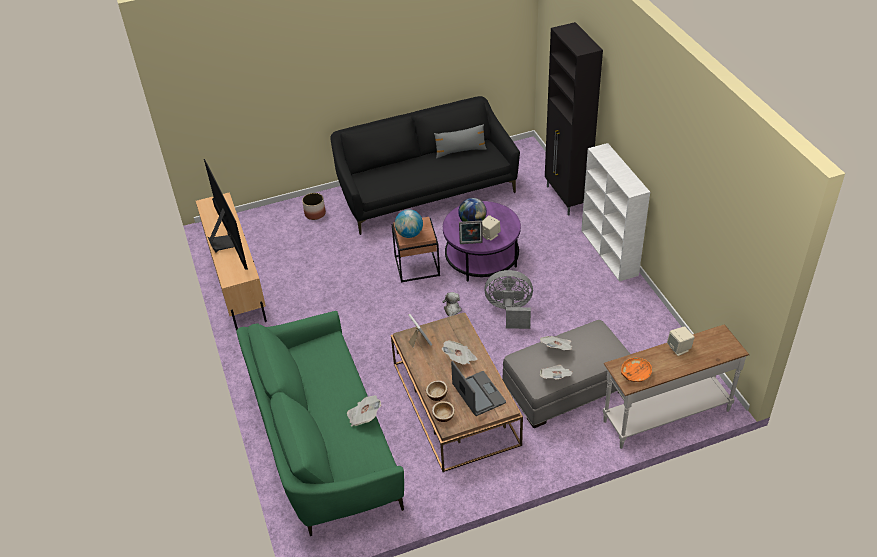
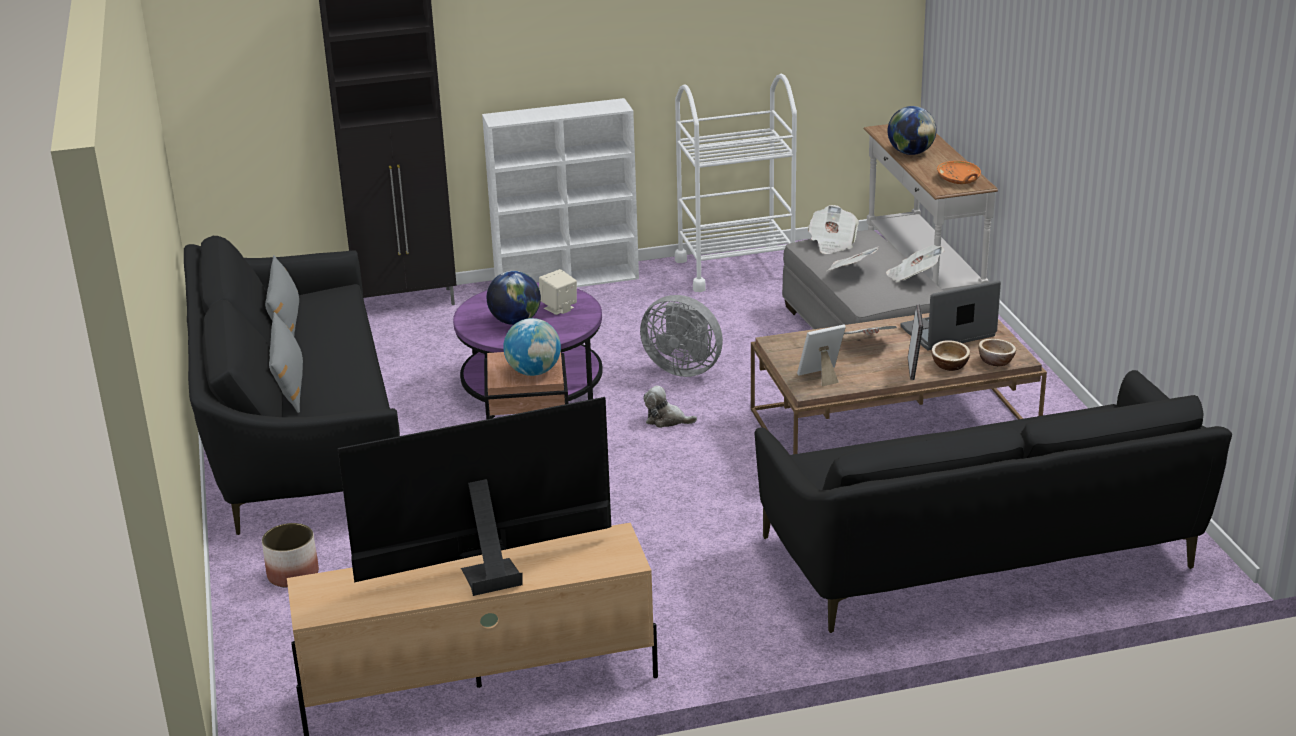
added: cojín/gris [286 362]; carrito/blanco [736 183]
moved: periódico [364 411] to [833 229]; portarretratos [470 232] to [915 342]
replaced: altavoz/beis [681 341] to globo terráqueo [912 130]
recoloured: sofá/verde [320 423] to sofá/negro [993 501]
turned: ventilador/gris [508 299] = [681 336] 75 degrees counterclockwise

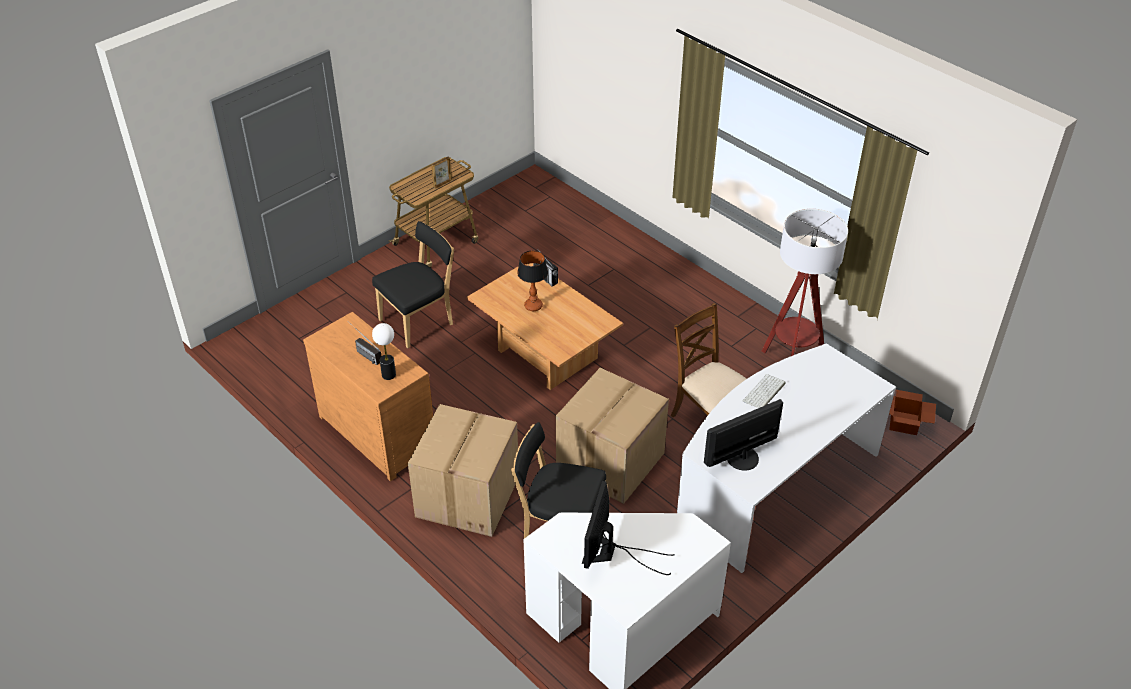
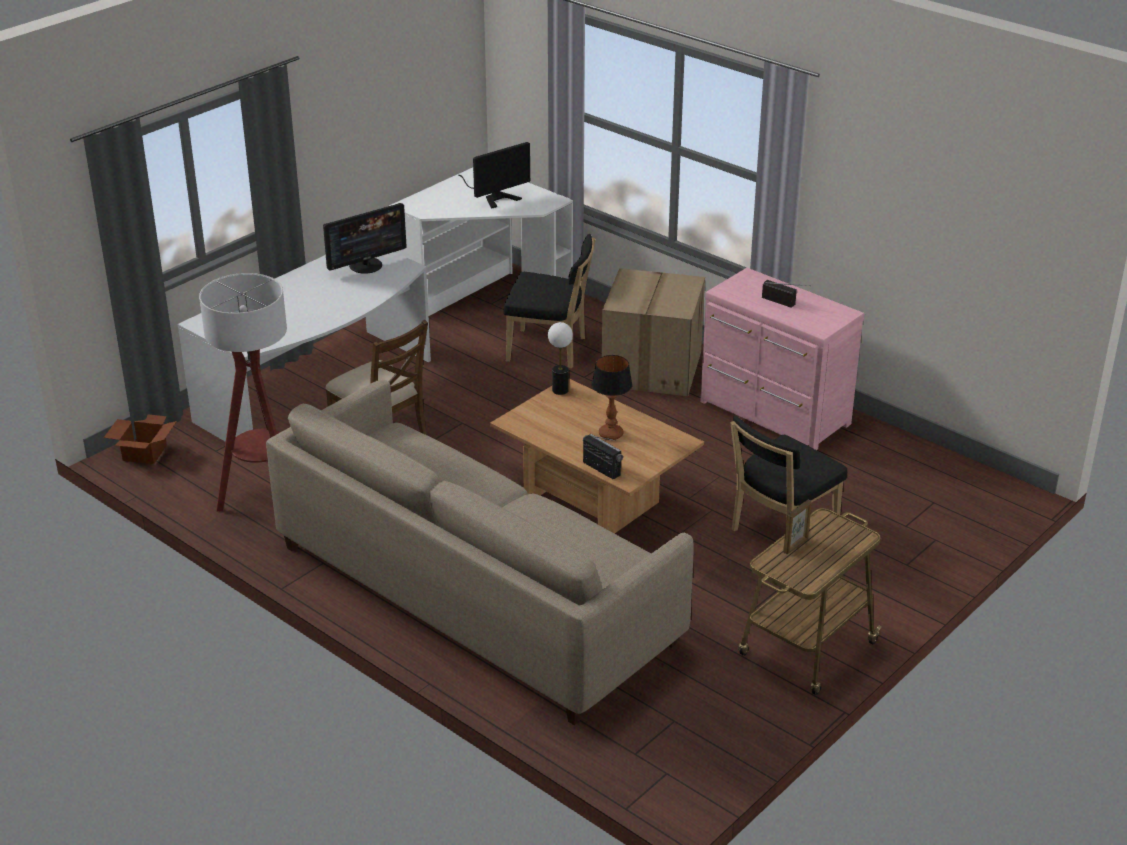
removed: caja de cartón [612 436]; teclado [764 391]
added: sofá/beis [480 552]
moved: lámpara de mesa [384 351] to [560 358]
recoloured: cómoda/marrón [368 396] to cómoda/rosa [782 359]
turned: monitor [628 528] = [494 175] 45 degrees clockwise

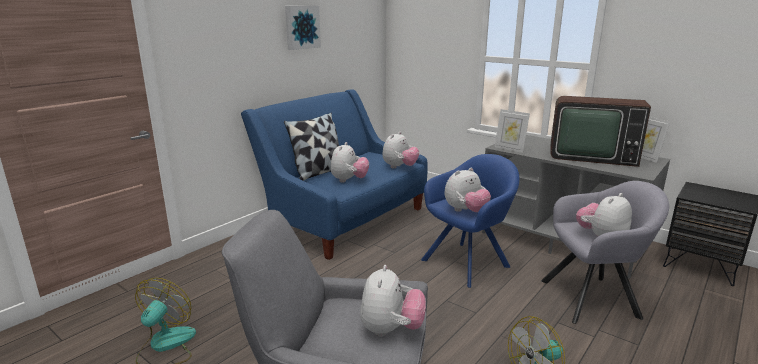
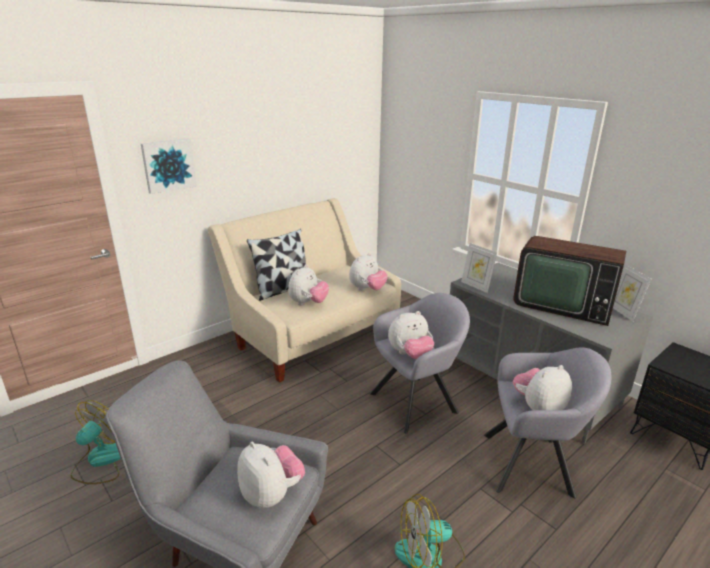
moved: cuadro [303 28] to [169 166]
recoloured: sofá/azul [334 174] to sofá/beis [304 290]; sillón/azul [470 221] to sillón/gris [420 363]
turned: peluche [393 301] = [271 474] 60 degrees counterclockwise

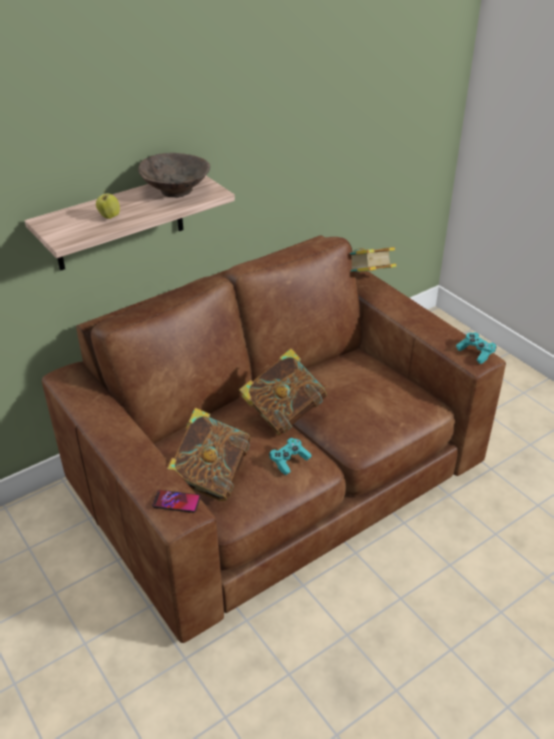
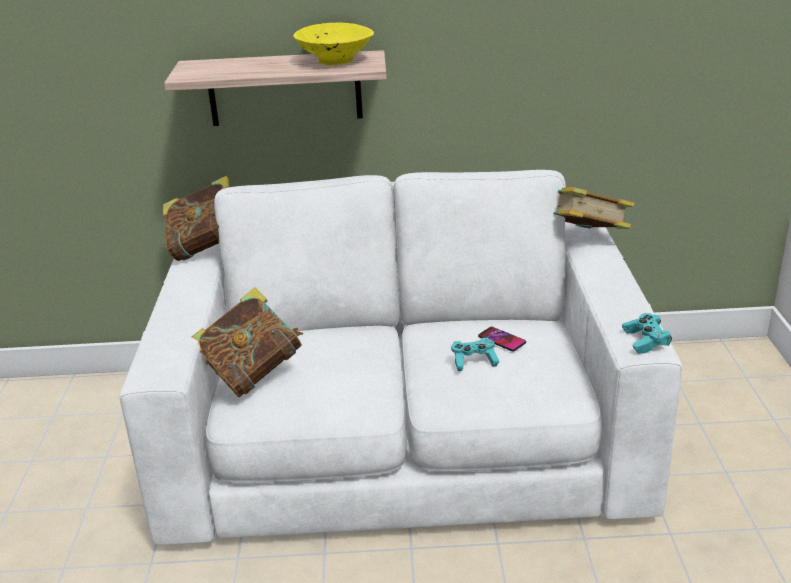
removed: manzana [108 205]
moved: móvil [176 501] to [502 339]; libro [283 391] to [196 218]; mando de consola/turquesa [290 456] to [475 354]
recoloured: sofá/marrón [274 439] to sofá/blanco [401 357]; cuenco/marrón [174 175] to cuenco/amarillo [333 44]

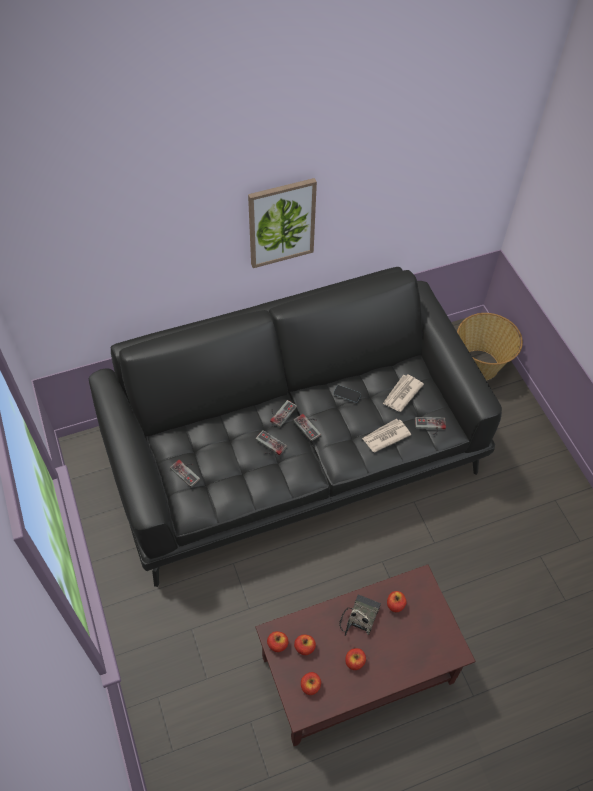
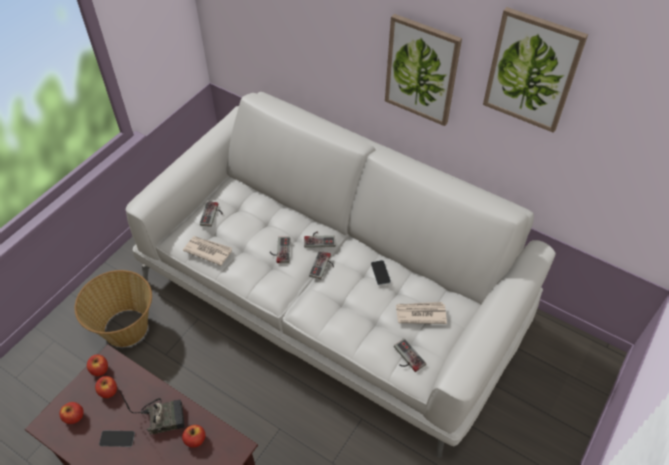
added: cuadro [535 70]
moved: periódico [386 436] to [207 251]; cesta [490 346] to [113 308]
replaced: manzana [355 659] to móvil [117 439]
recoloured: sofá/negro [295 427] to sofá/blanco [341 275]

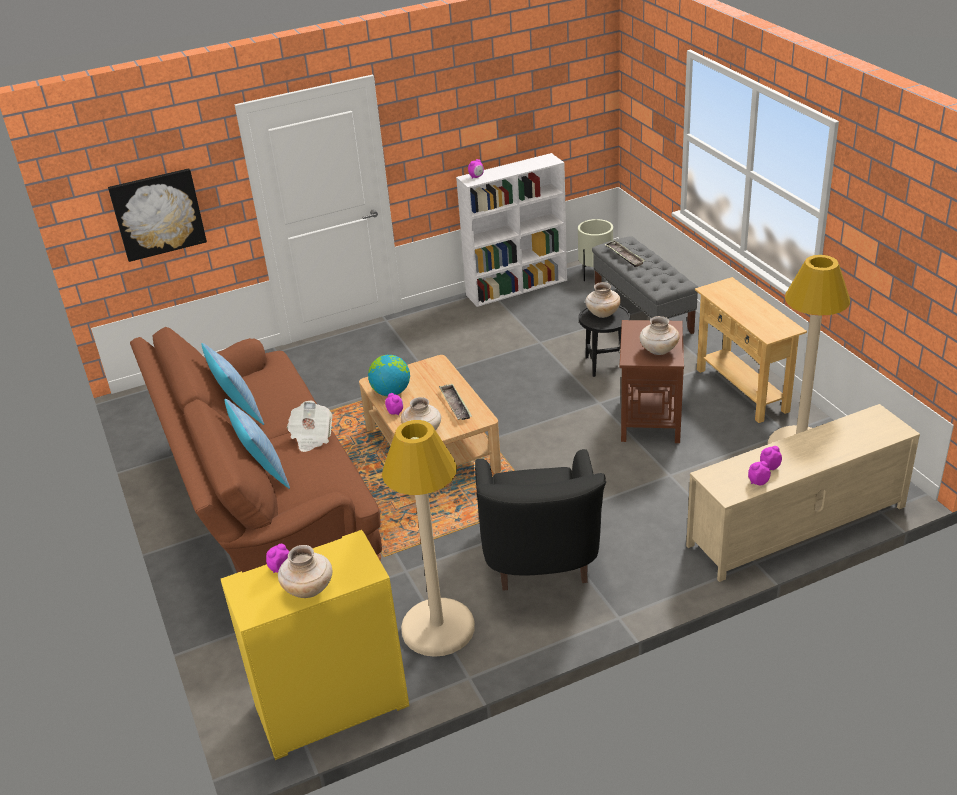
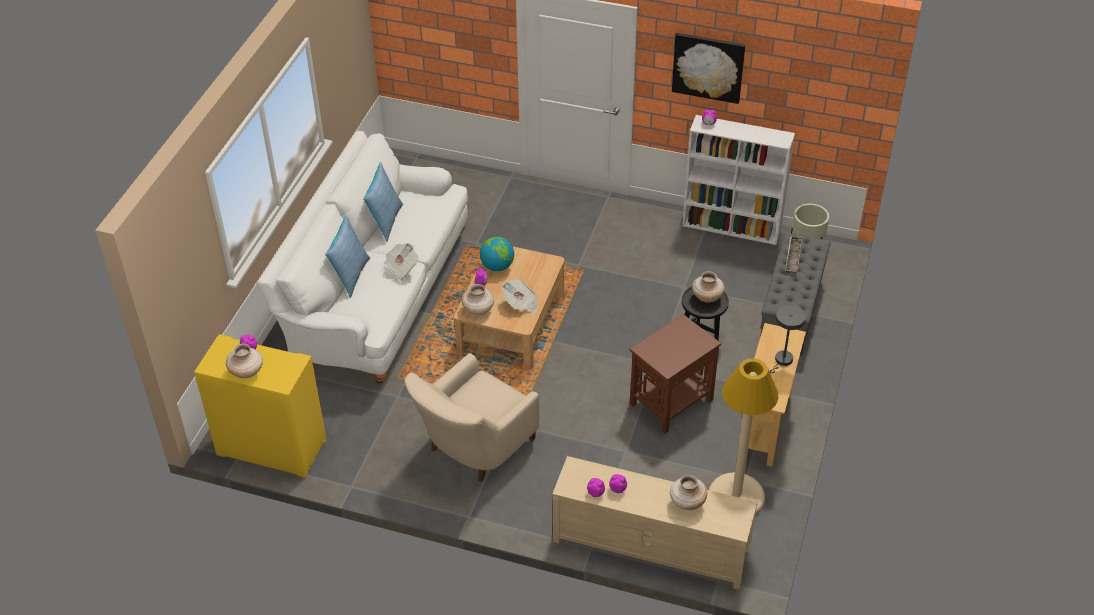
removed: lámpara de pie/beis [428 538]
added: lámpara de mesa/gris [787 339]
moved: cuadro [157 215] to [708 68]; florero/beis [660 335] to [688 492]
replaced: bandeja [455 401] to periódico [520 296]
recoloured: sofá/marrón [256 450] to sofá/blanco [362 257]; sillón/negro [540 520] to sillón/beis [472 417]

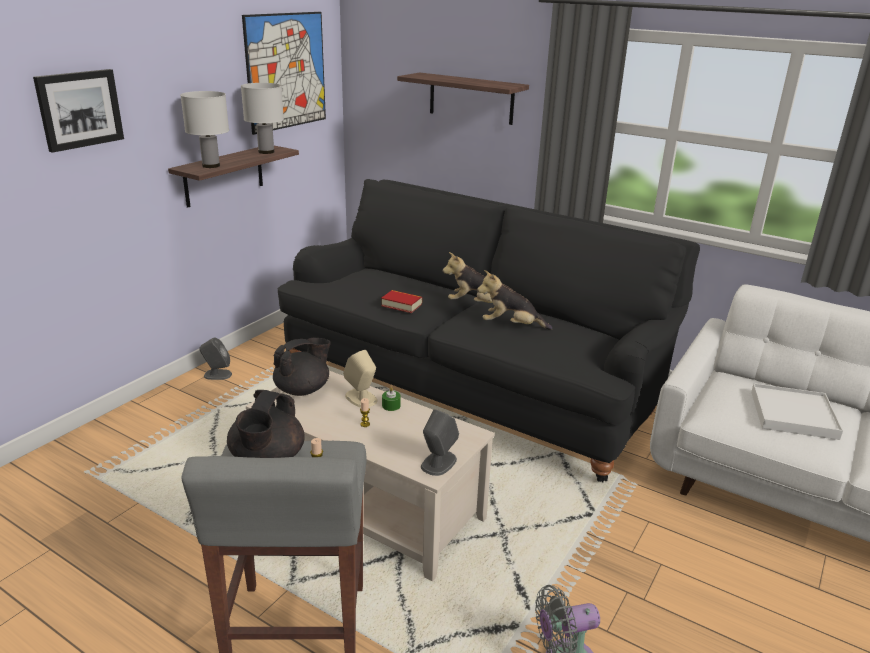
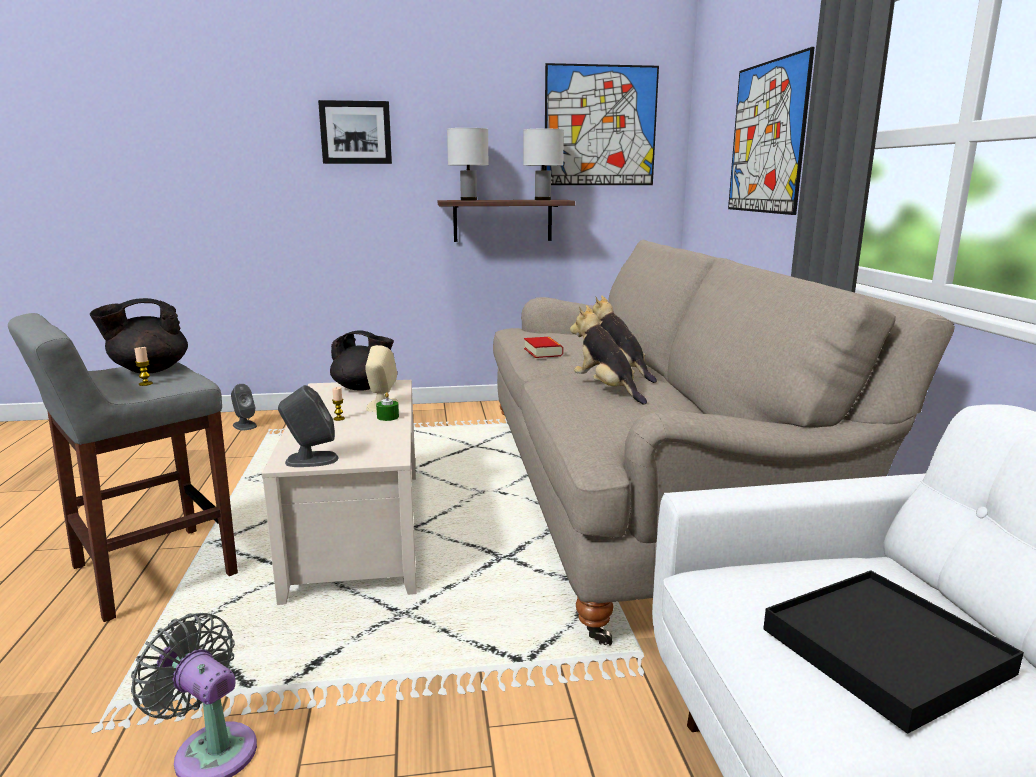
moved: altavoz/gris [215 358] to [244 407]
replaced: estante [463 99] to cuadro [771 131]
recoloured: sofá/negro [489 331] to sofá/beis [724 443]; bandeja/blanco [797 411] to bandeja/negro [893 652]

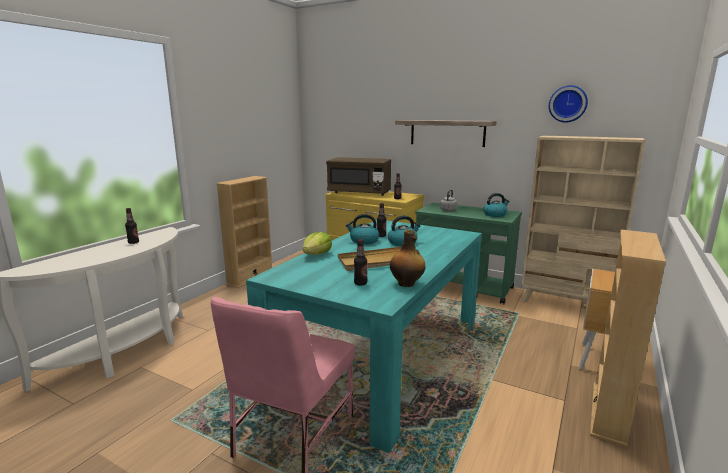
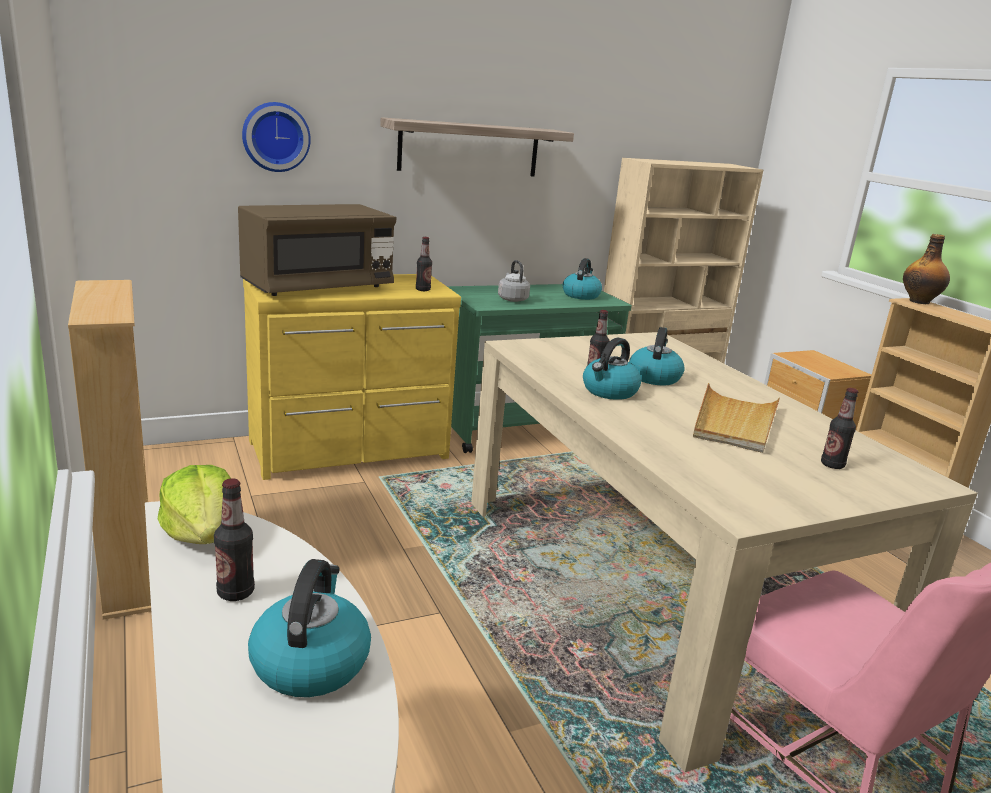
added: hervidor [309 628]
moved: lechuga [317 243] to [194 504]; botella [407 258] to [926 269]; reloj de pared [568 104] to [276 137]
recoloured: mesa de comedor/turquesa [364 336] to mesa de comedor/beis [724 552]

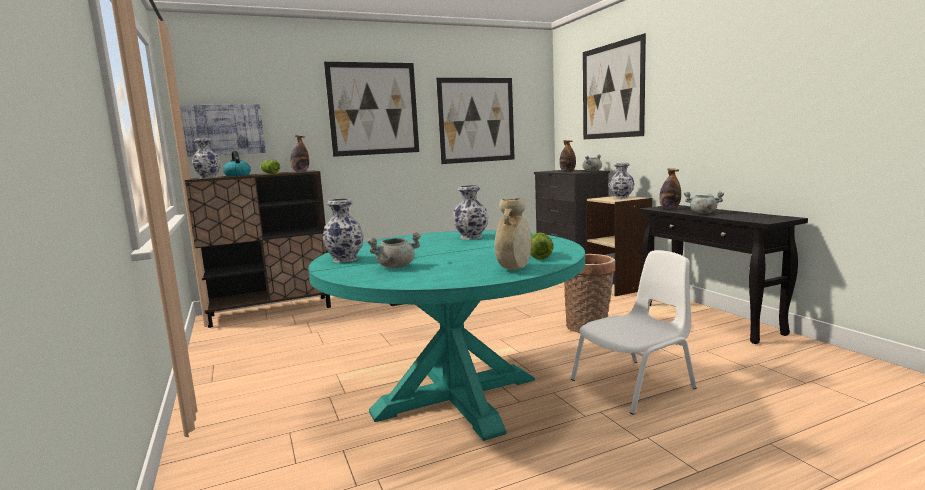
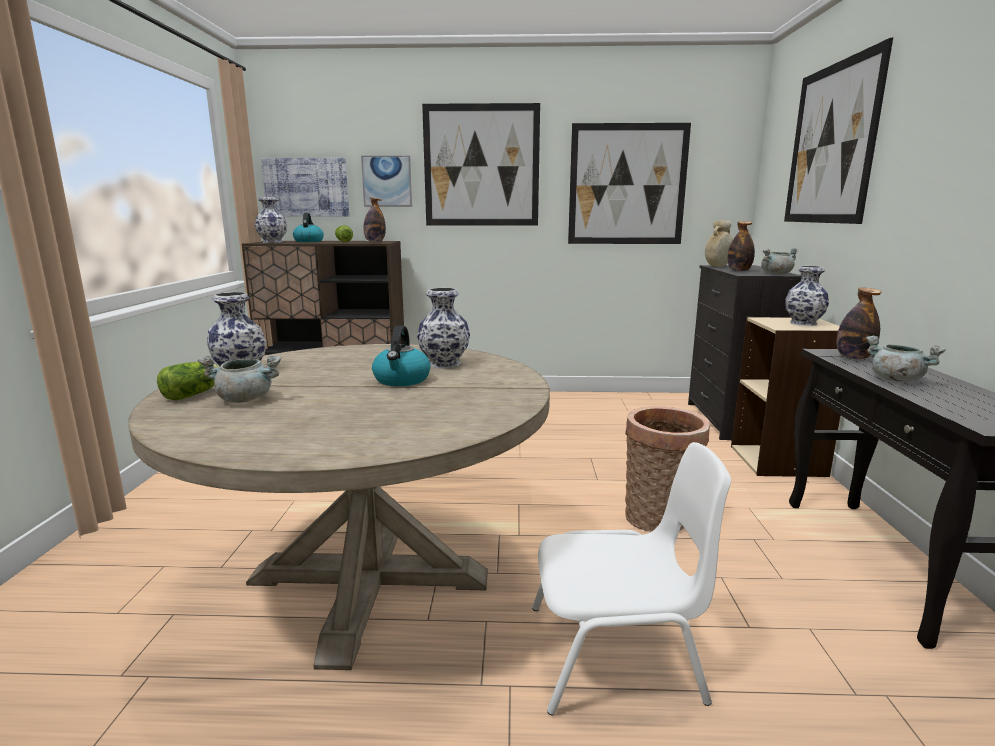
added: cuadro [386 181]; hervidor [401 355]
moved: florero/beis [513 234] to [719 244]; lechuga [541 246] to [188 381]
recoloured: mesa de comedor/turquesa [446 336] to mesa de comedor/beis [339 507]

